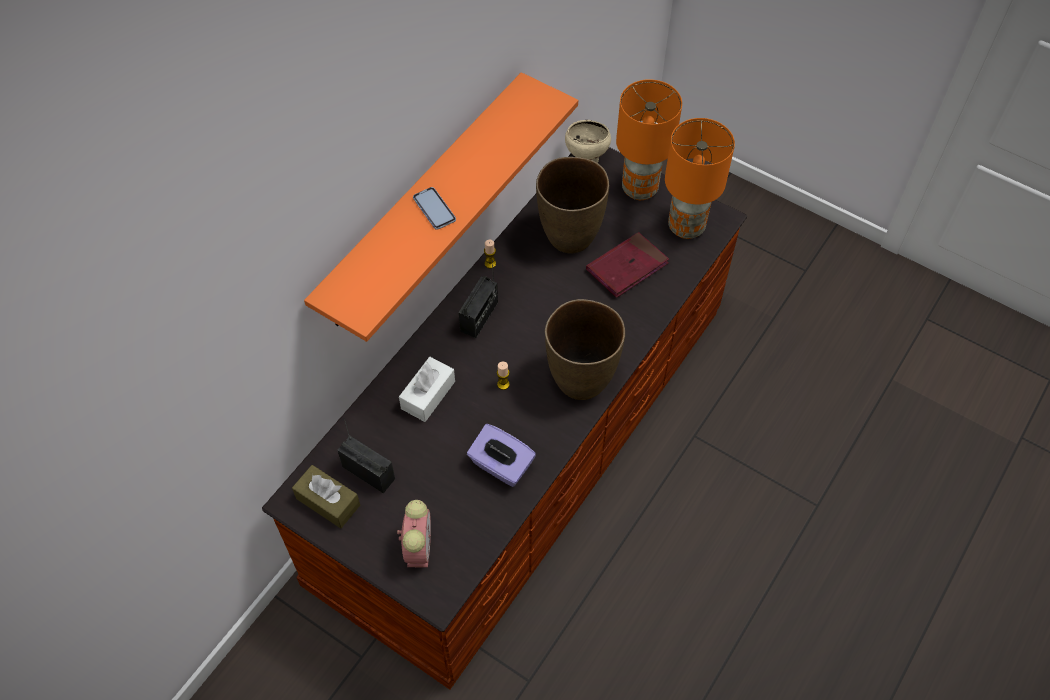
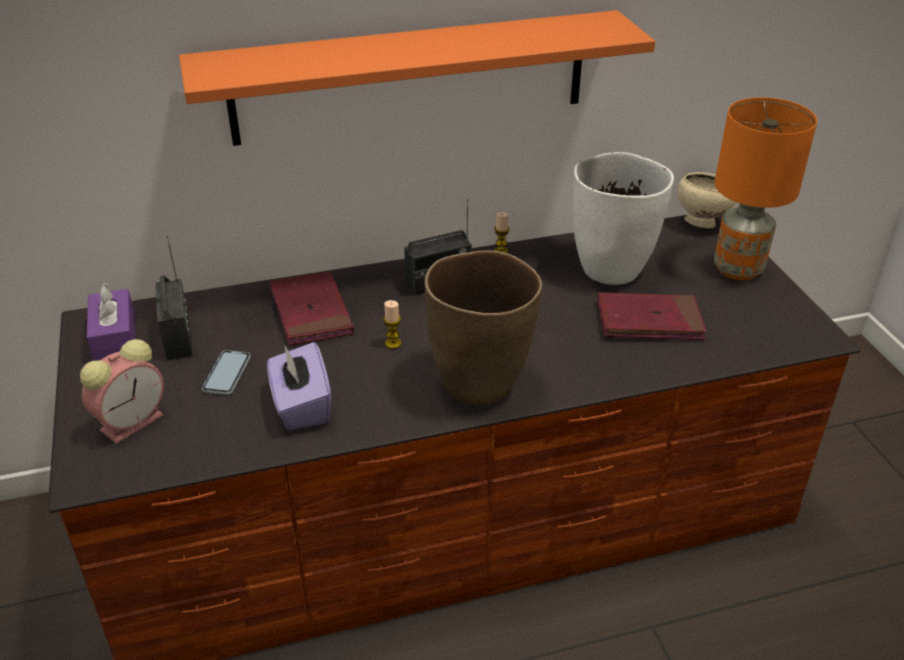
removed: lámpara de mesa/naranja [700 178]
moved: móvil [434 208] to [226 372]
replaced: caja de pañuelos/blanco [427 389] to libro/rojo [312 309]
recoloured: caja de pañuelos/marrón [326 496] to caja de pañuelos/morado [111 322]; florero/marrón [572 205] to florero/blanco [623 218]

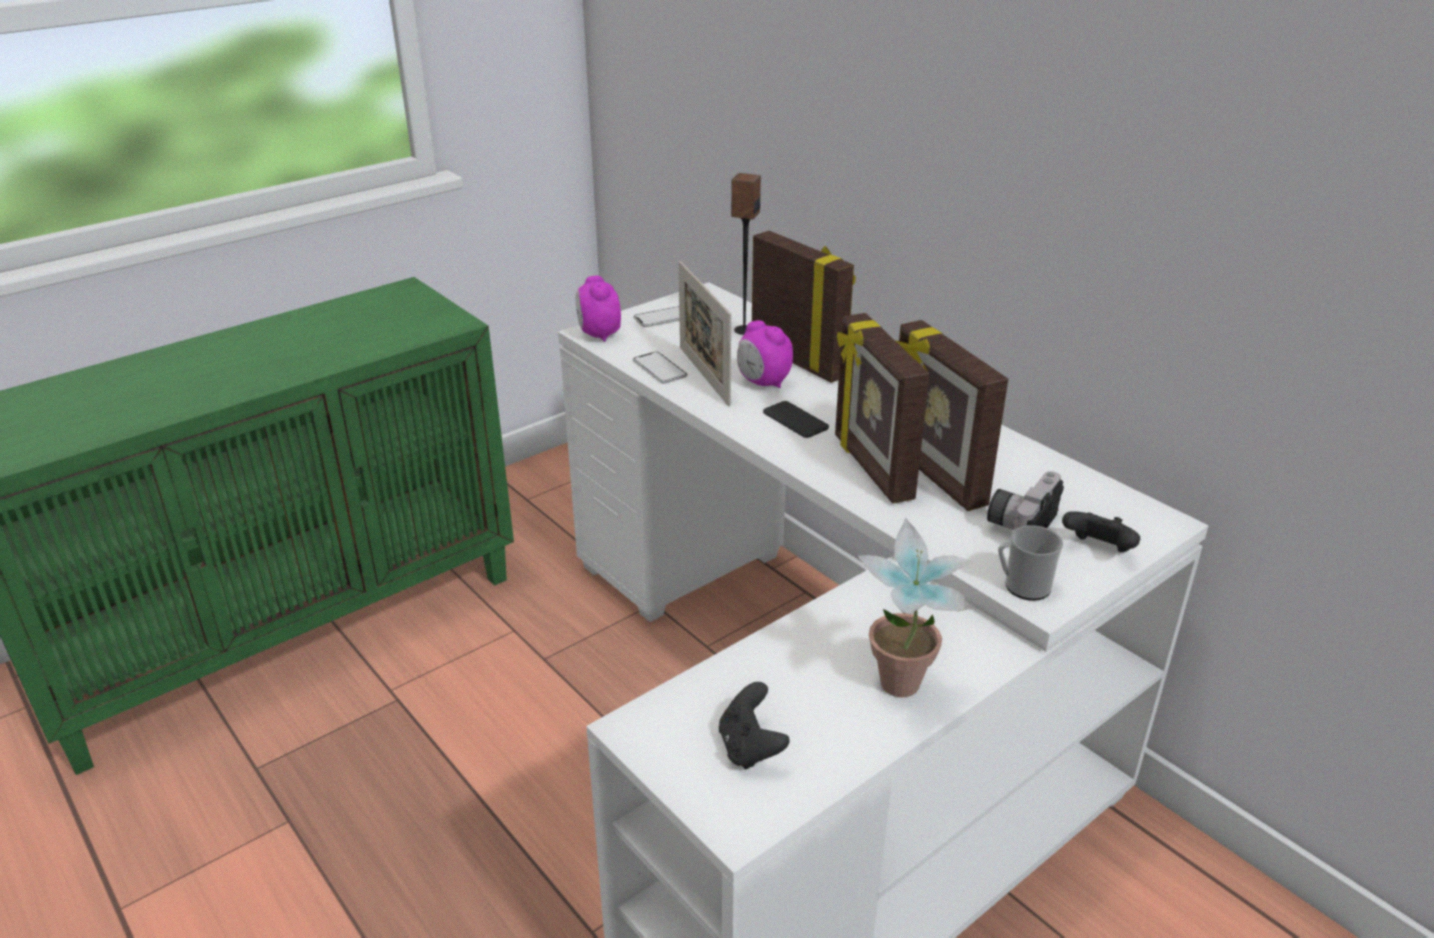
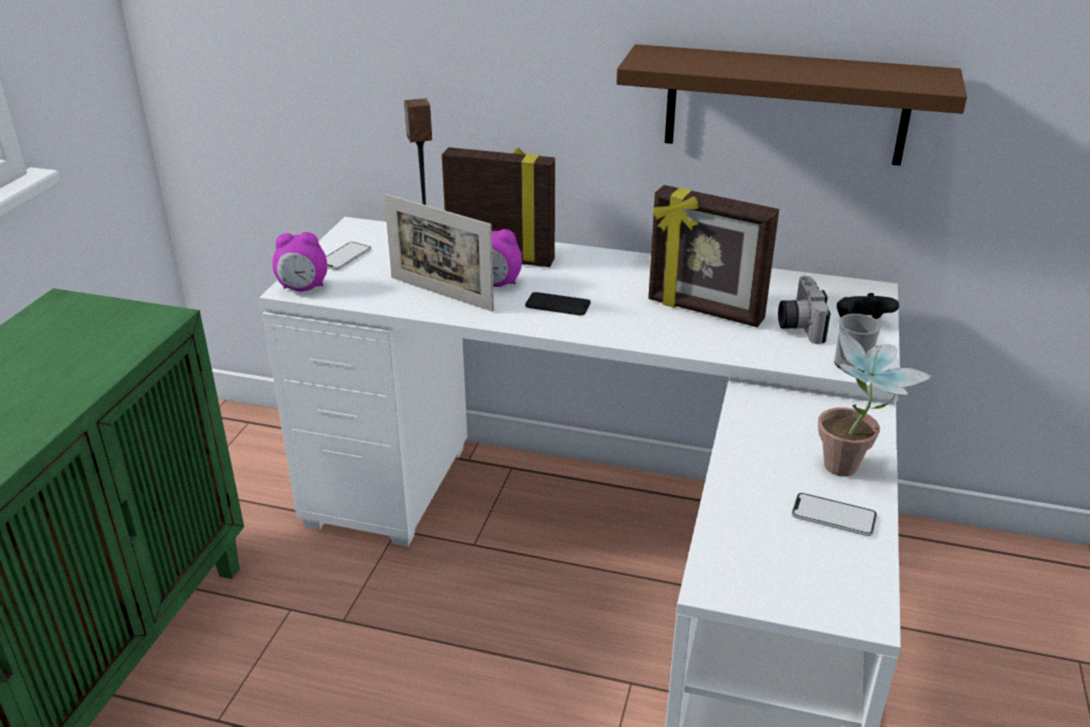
removed: mando de consola/negro [754 726]; portarretratos [882 408]
added: estante/marrón [791 105]
moved: móvil [660 367] to [834 514]
turned: despertador [598 309] = [299 262] 45 degrees counterclockwise

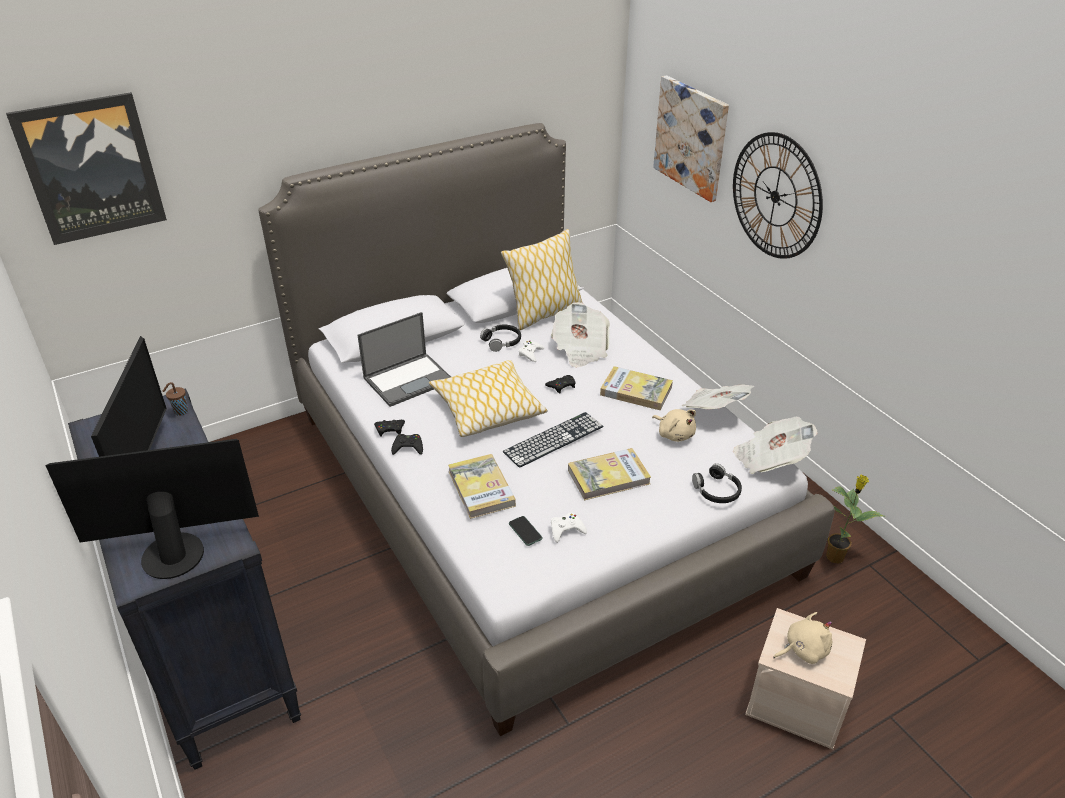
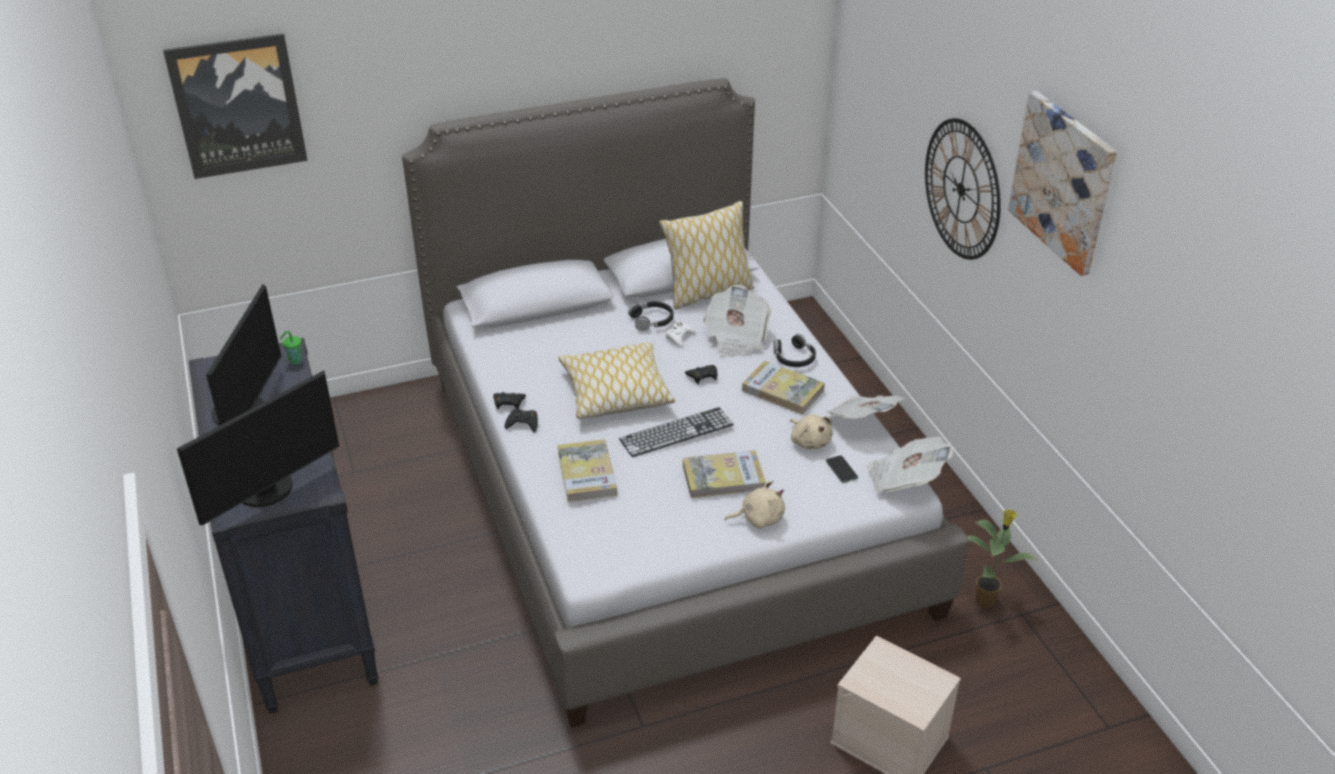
removed: portátil [404 359]; mando de consola/blanco [569 528]
moved: móvil [526 531] to [842 469]; cuadro [691 138] to [1062 183]; auriculares/negro [717 483] to [795 350]; peluche/beis [802 638] to [755 504]
recoloured: taza/marrón [175 399] to taza/verde [290 348]
turned: monitor [152 509] = [258 447] 135 degrees clockwise

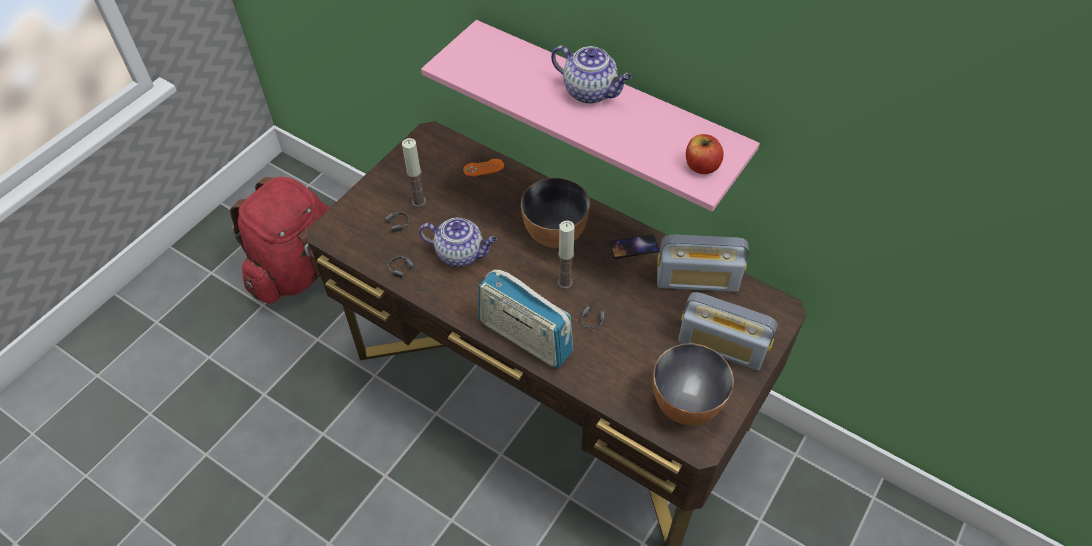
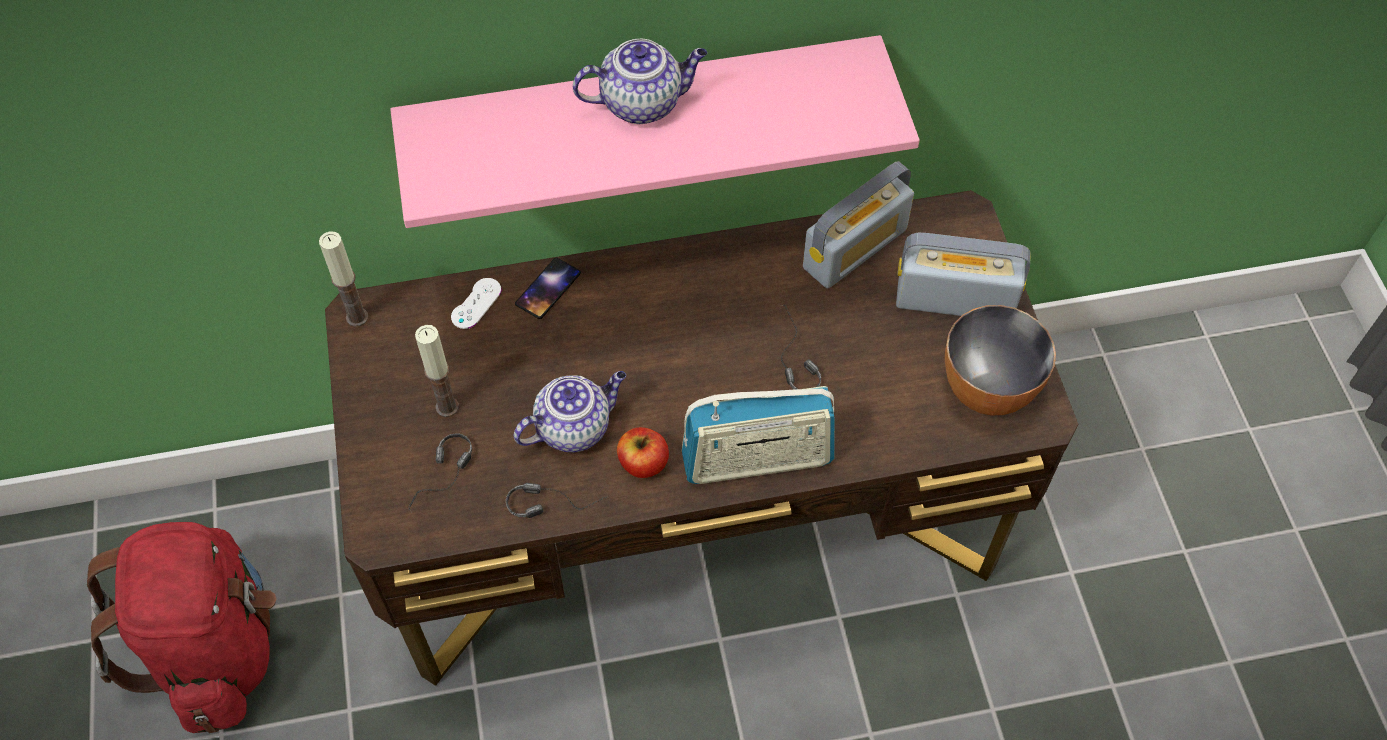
removed: cuenco [555 213]
moved: vela [566 254] to [343 279]; móvil [634 246] to [548 288]; manzana [705 154] to [643 452]
recoloured: mando de consola/naranja [483 168] to mando de consola/blanco [476 303]
turned: radio [727 331] = [963 274] 150 degrees counterclockwise

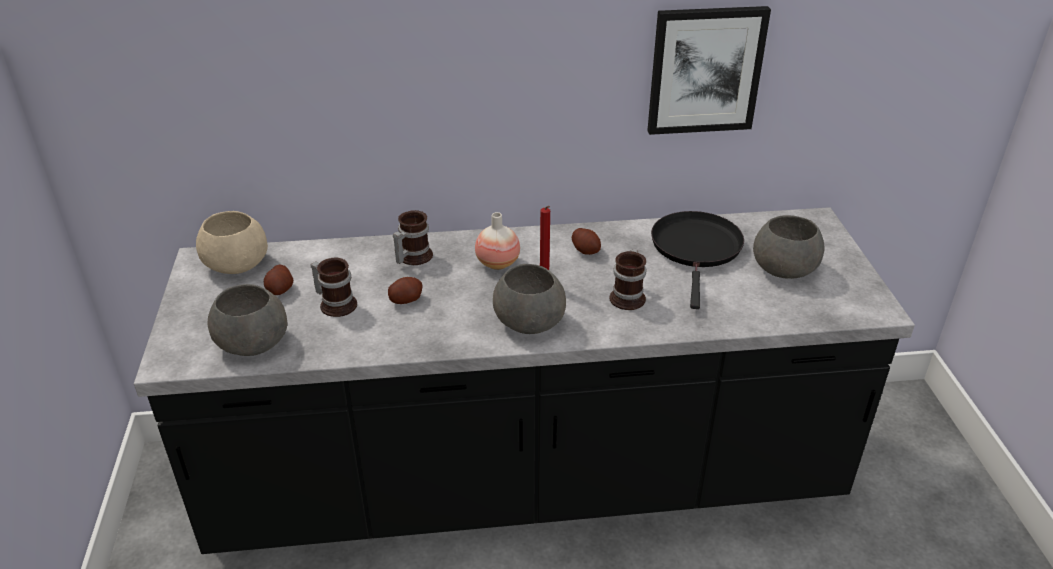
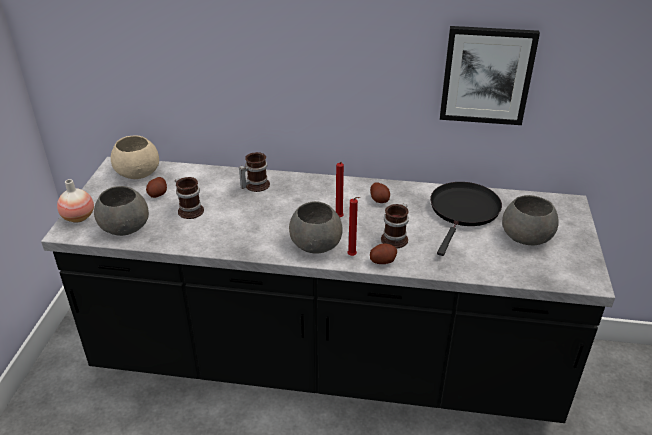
added: vela/rojo [354 226]
moved: patata [405 290] to [383 254]; florero [497 241] to [75 201]

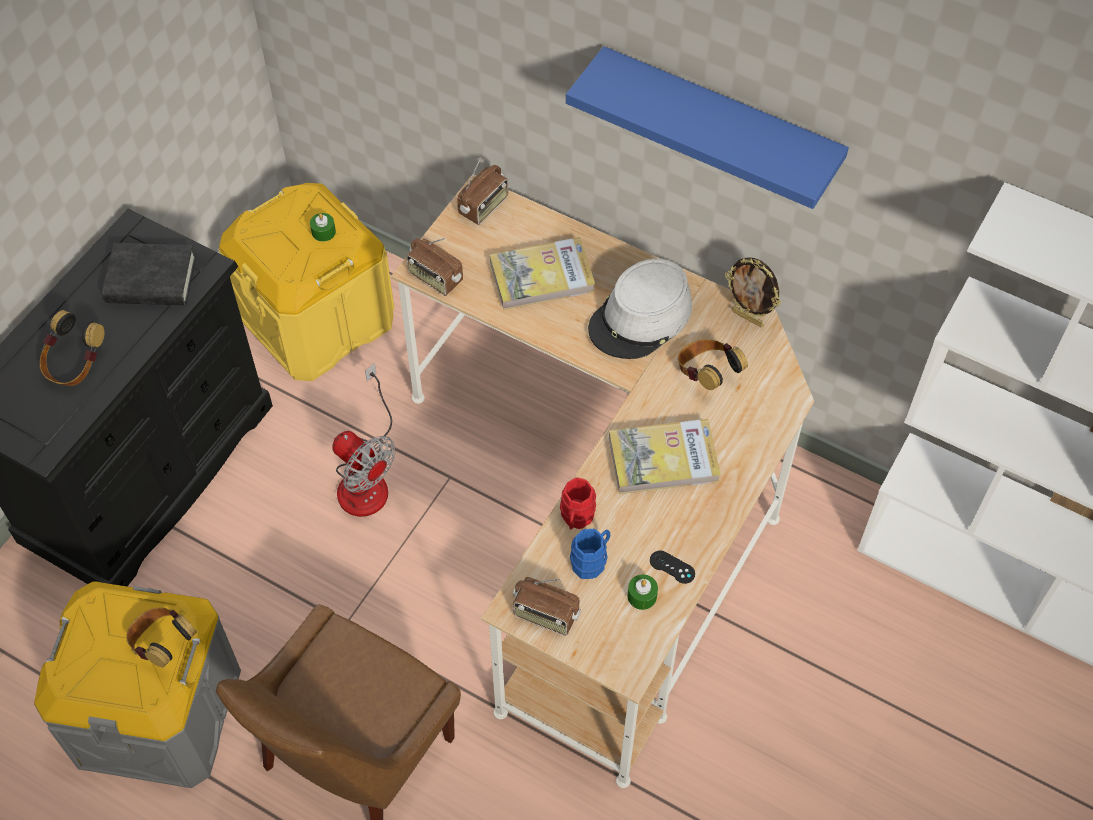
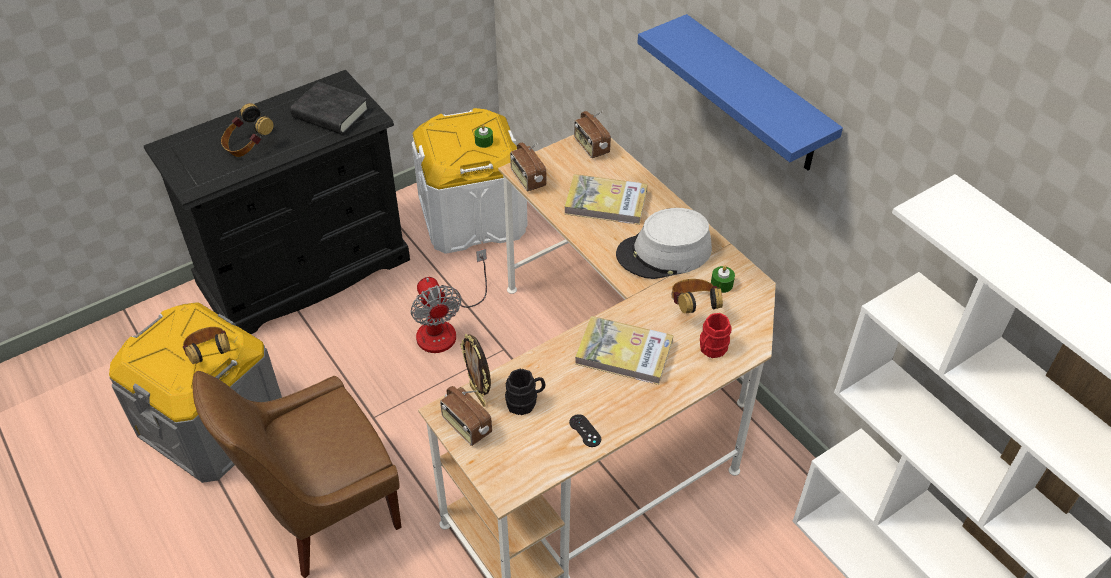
moved: taza grande/rojo [578 503] to [715 335]; vela/verde [643 592] to [723 279]; portarretratos [753 292] to [475 370]
recoloured: caja de almacenaje/amarillo [306 282] to caja de almacenaje/blanco [470 181]; taza grande/azul [590 554] to taza grande/negro [525 392]
turned: radio [482 191] = [592 134] 90 degrees clockwise

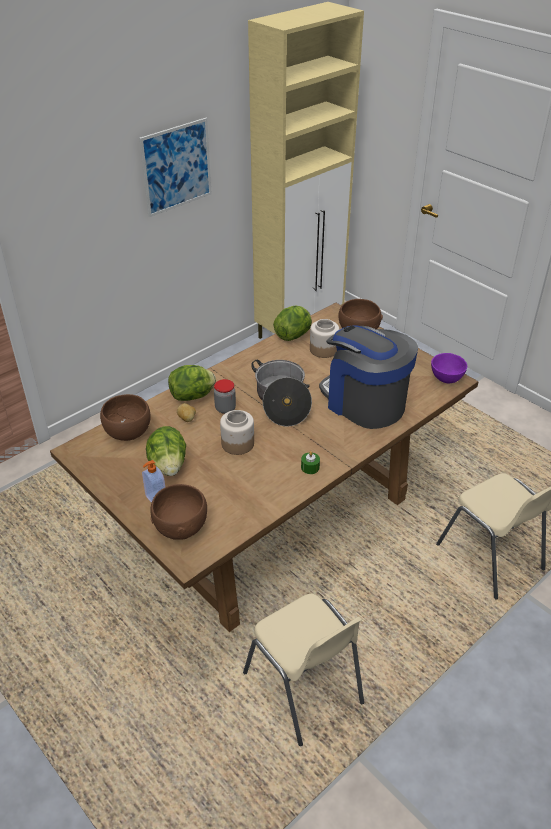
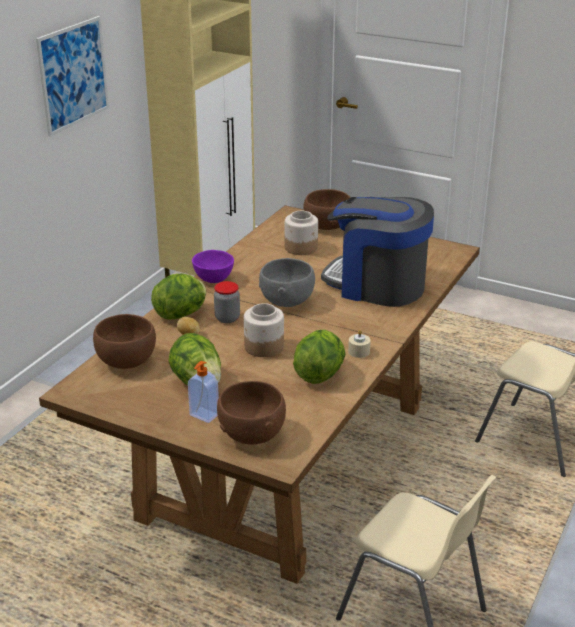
moved: lechuga [292 323] to [319 357]; cuenco/morado [449 368] to [213 266]
replaced: olla [281 392] to cuenco/gris [287 282]
recoloured: vela/verde [310 462] to vela/beis [359 344]

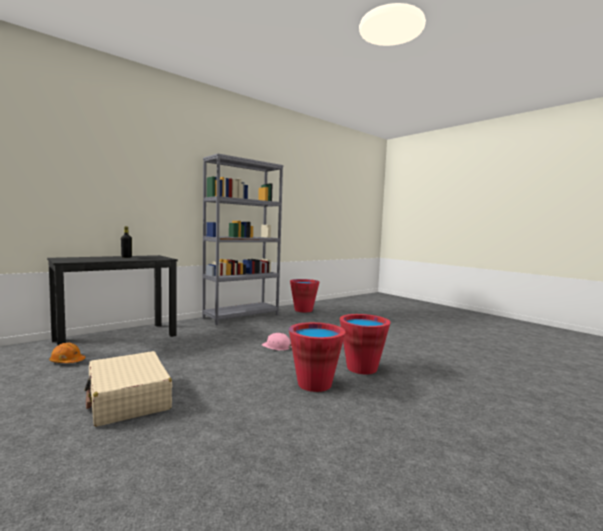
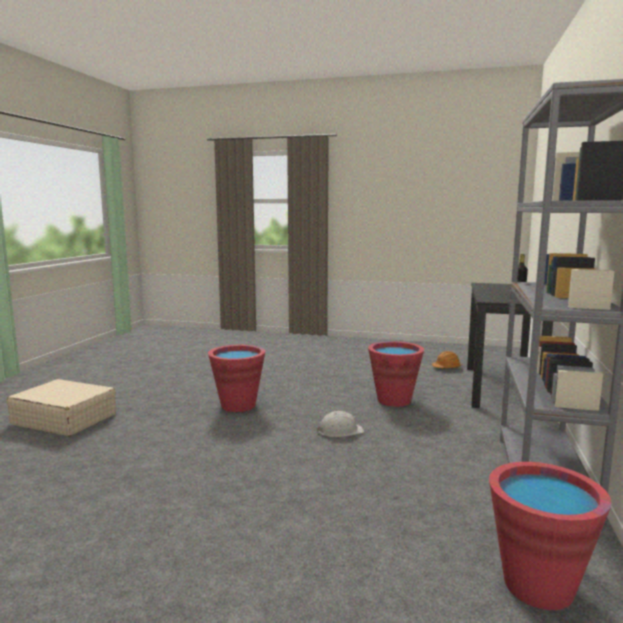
moved: maleta/beis [128 389] to [61 407]; cubo/rojo [365 344] to [396 374]
recoloured: casco/rosa [277 342] to casco/blanco [340 424]

